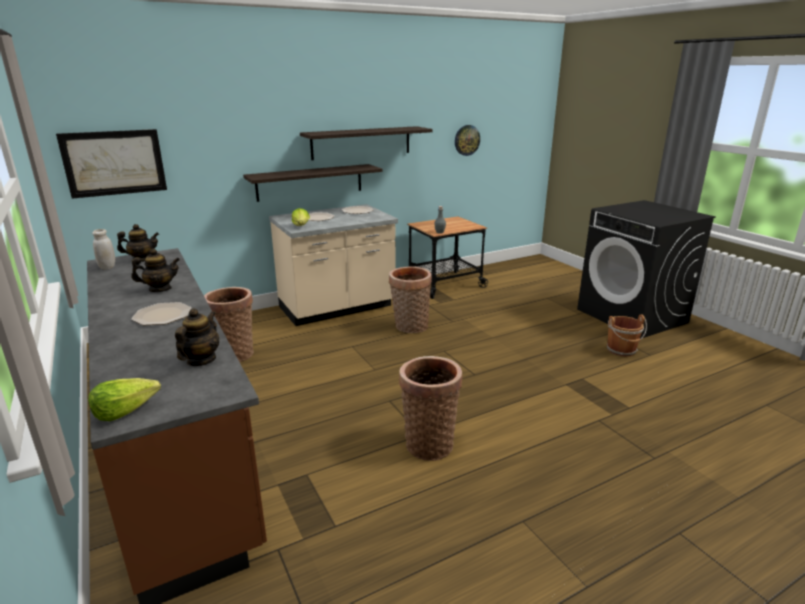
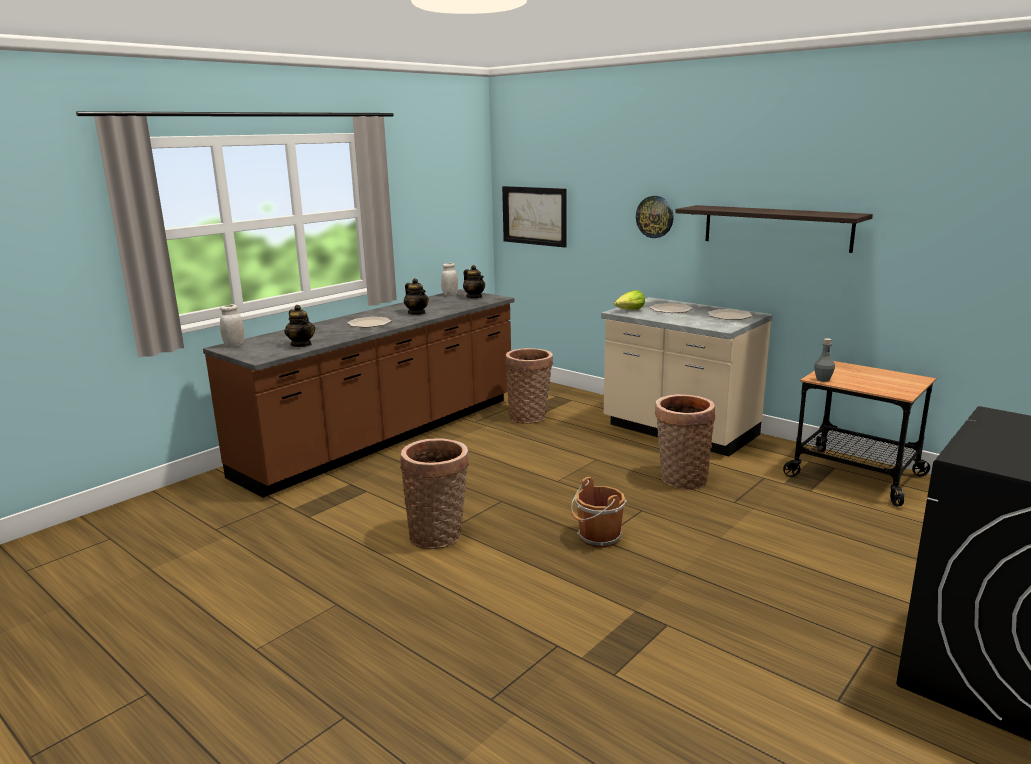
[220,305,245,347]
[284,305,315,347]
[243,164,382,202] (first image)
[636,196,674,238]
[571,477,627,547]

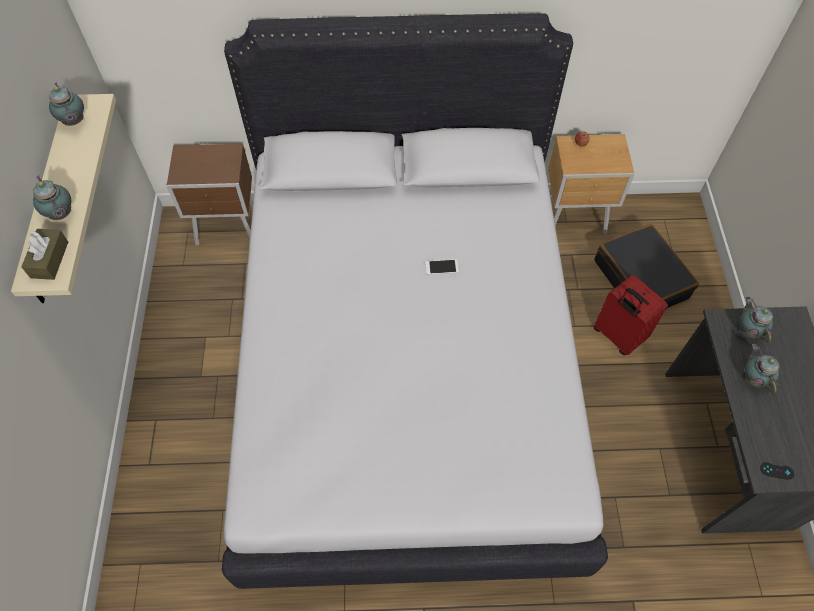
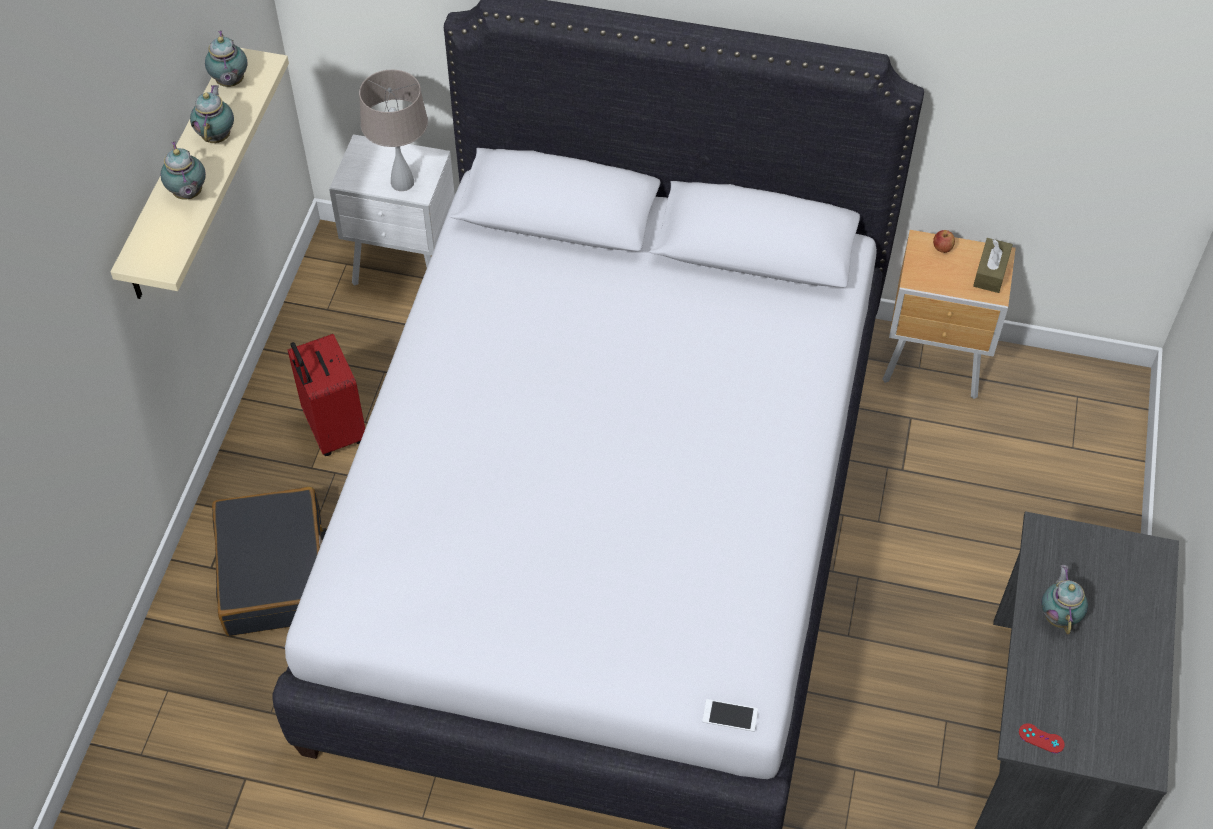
[973,238,1013,293]
[329,134,455,286]
[702,699,758,732]
[212,487,327,636]
[288,334,365,456]
[190,85,234,143]
[1019,723,1065,753]
[359,70,428,191]

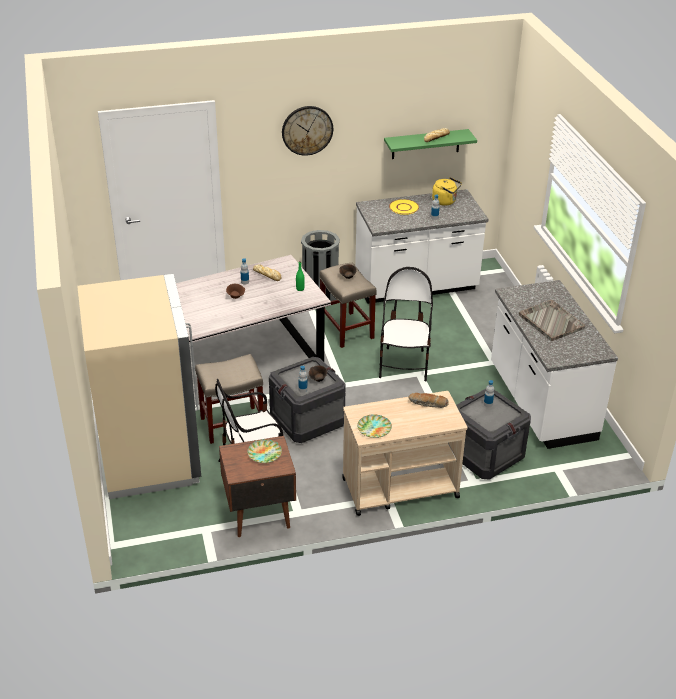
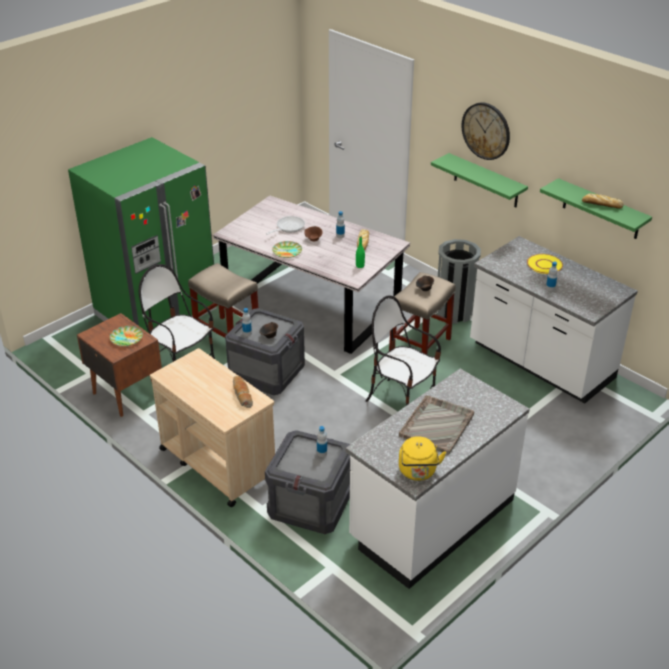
[68,137,216,333]
[272,241,302,258]
[365,295,441,406]
[399,436,446,480]
[266,216,305,235]
[431,153,528,207]

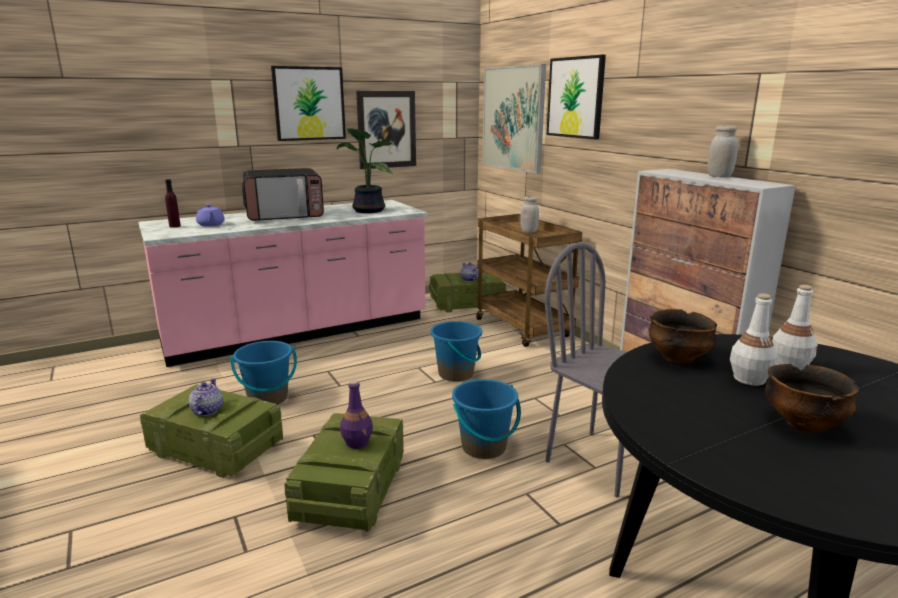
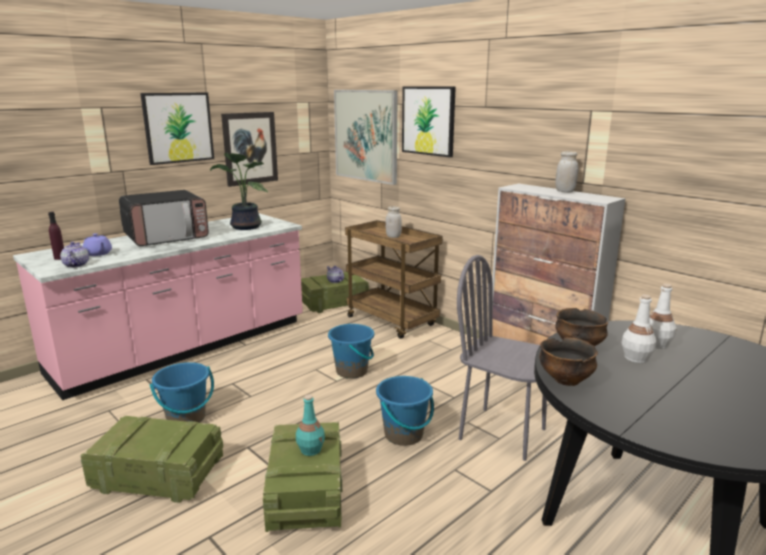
[60,242,89,268]
[296,394,325,456]
[539,337,598,386]

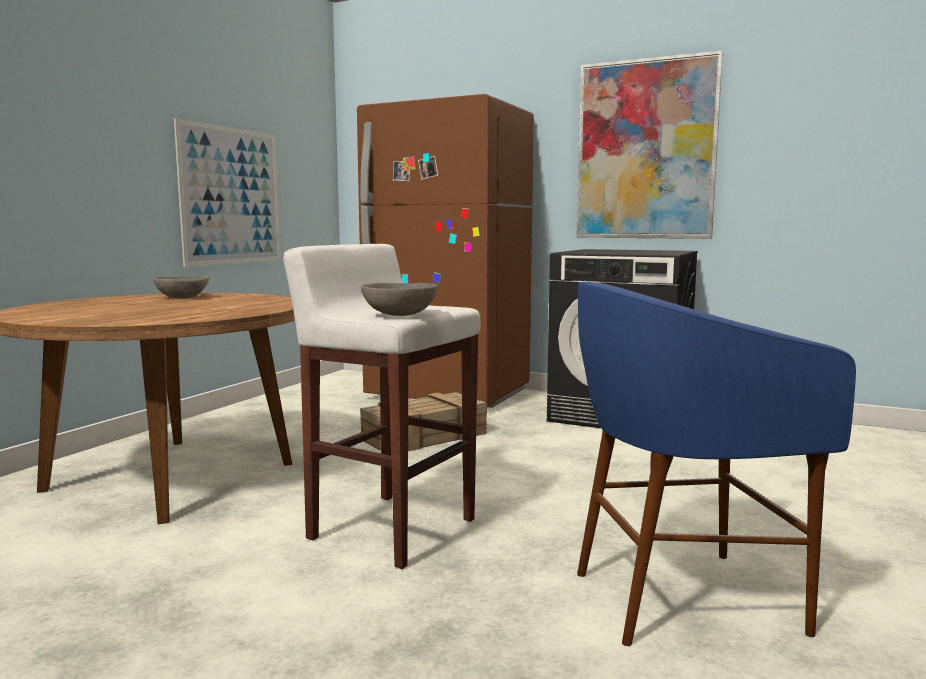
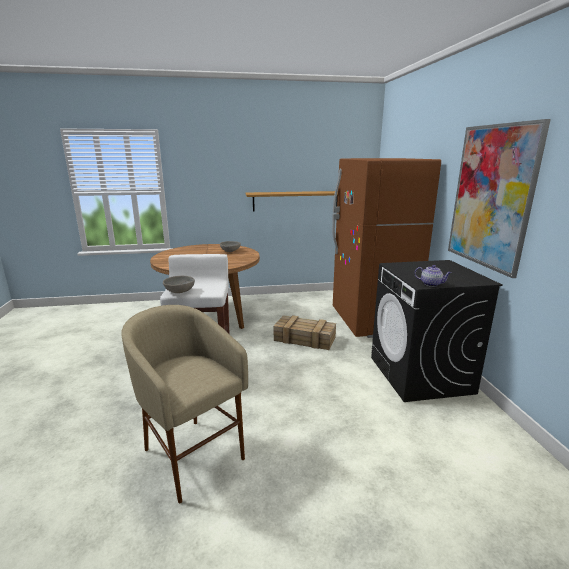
[245,191,338,211]
[122,305,248,503]
[414,265,452,287]

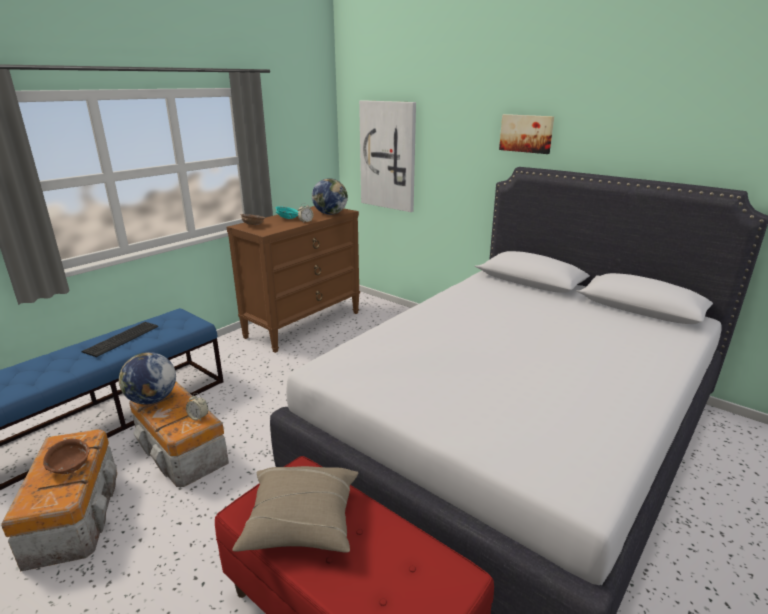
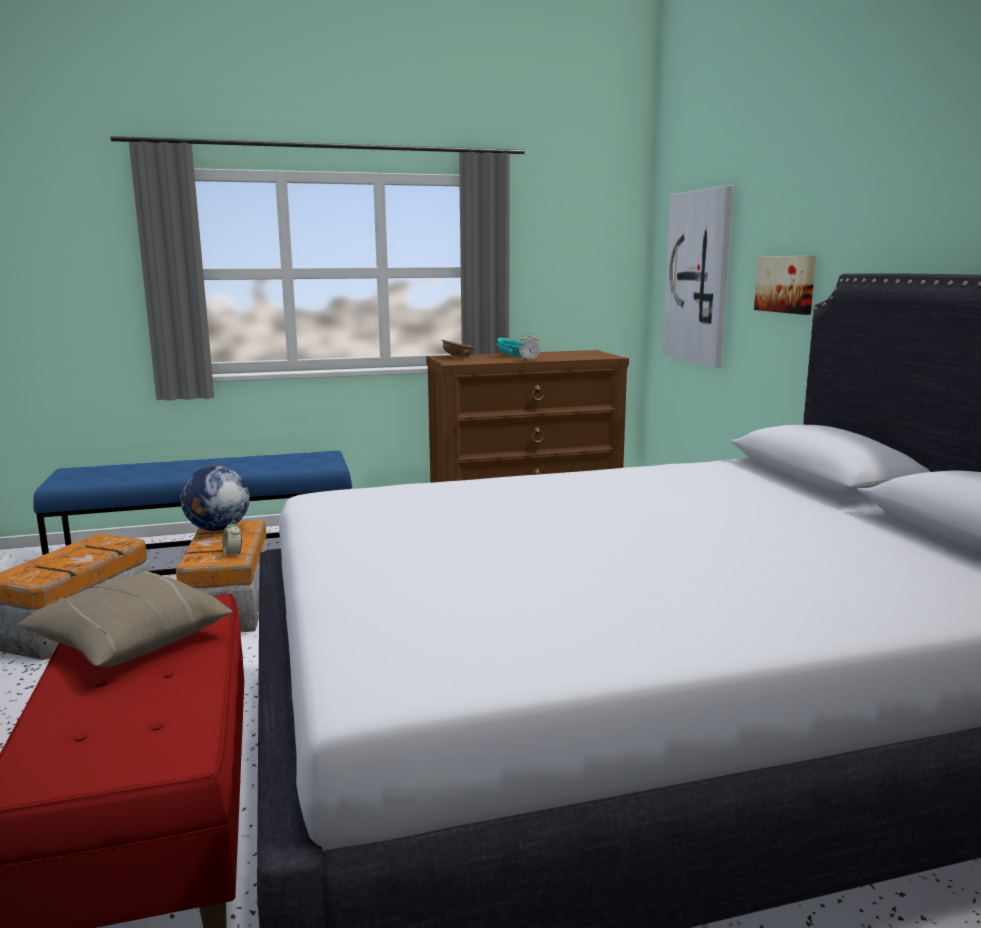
[43,439,89,474] (first image)
[81,322,159,357] (first image)
[312,178,348,215] (first image)
[754,256,816,315]

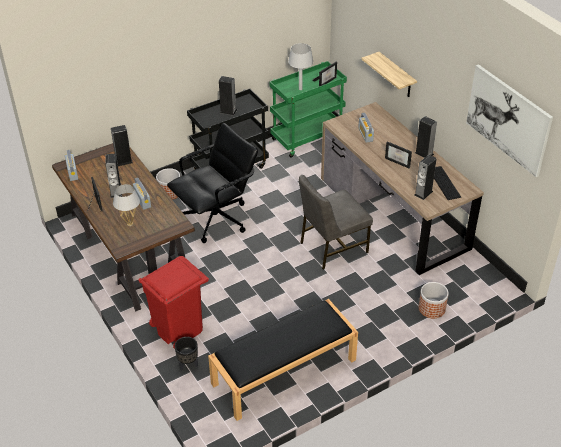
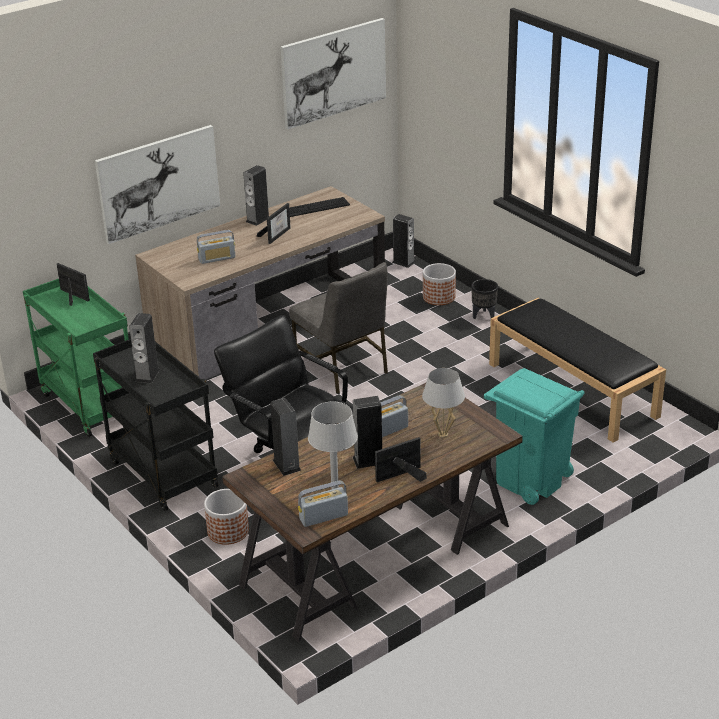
[484,368,585,505]
[471,279,498,319]
[308,402,358,489]
[95,125,220,244]
[392,214,416,268]

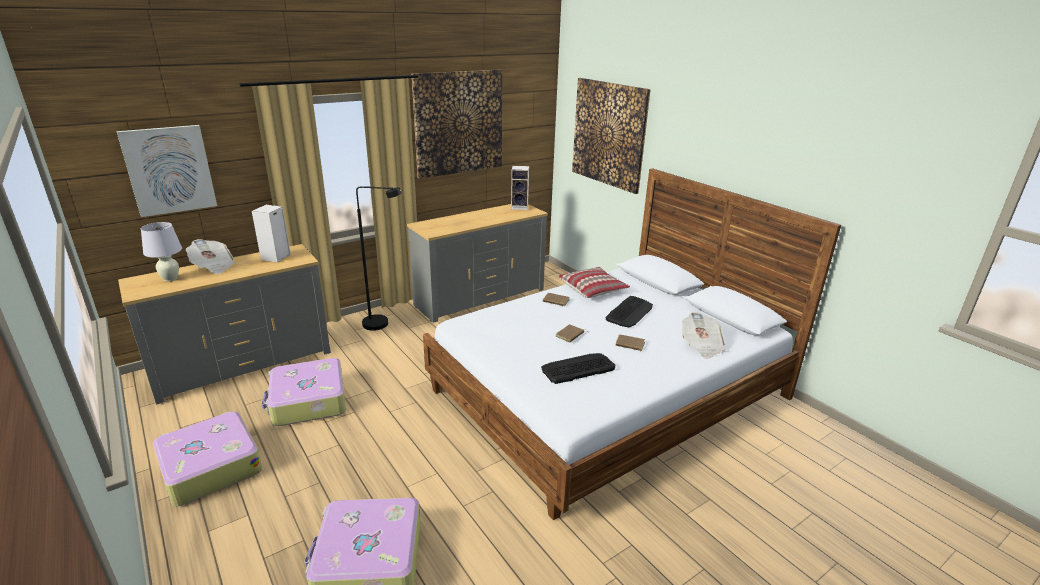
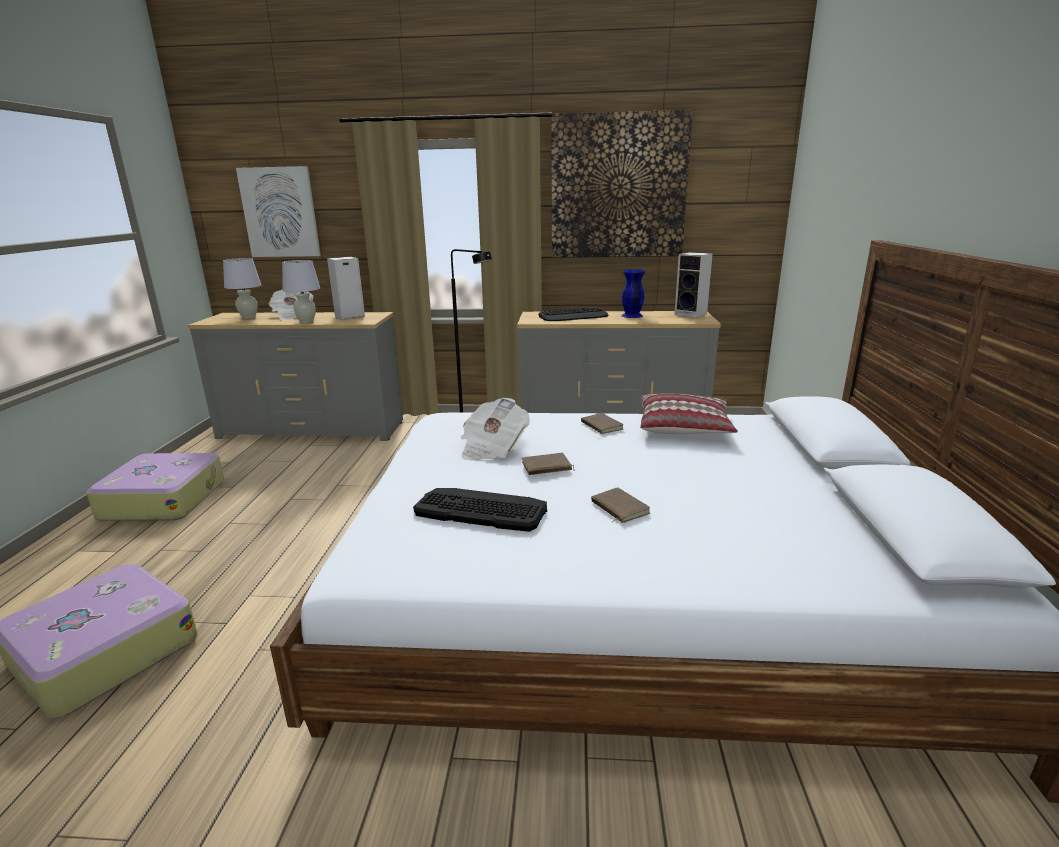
[261,358,346,426] (first image)
[572,78,651,194] (first image)
[538,307,608,321]
[461,398,530,461]
[282,260,320,323]
[621,269,645,318]

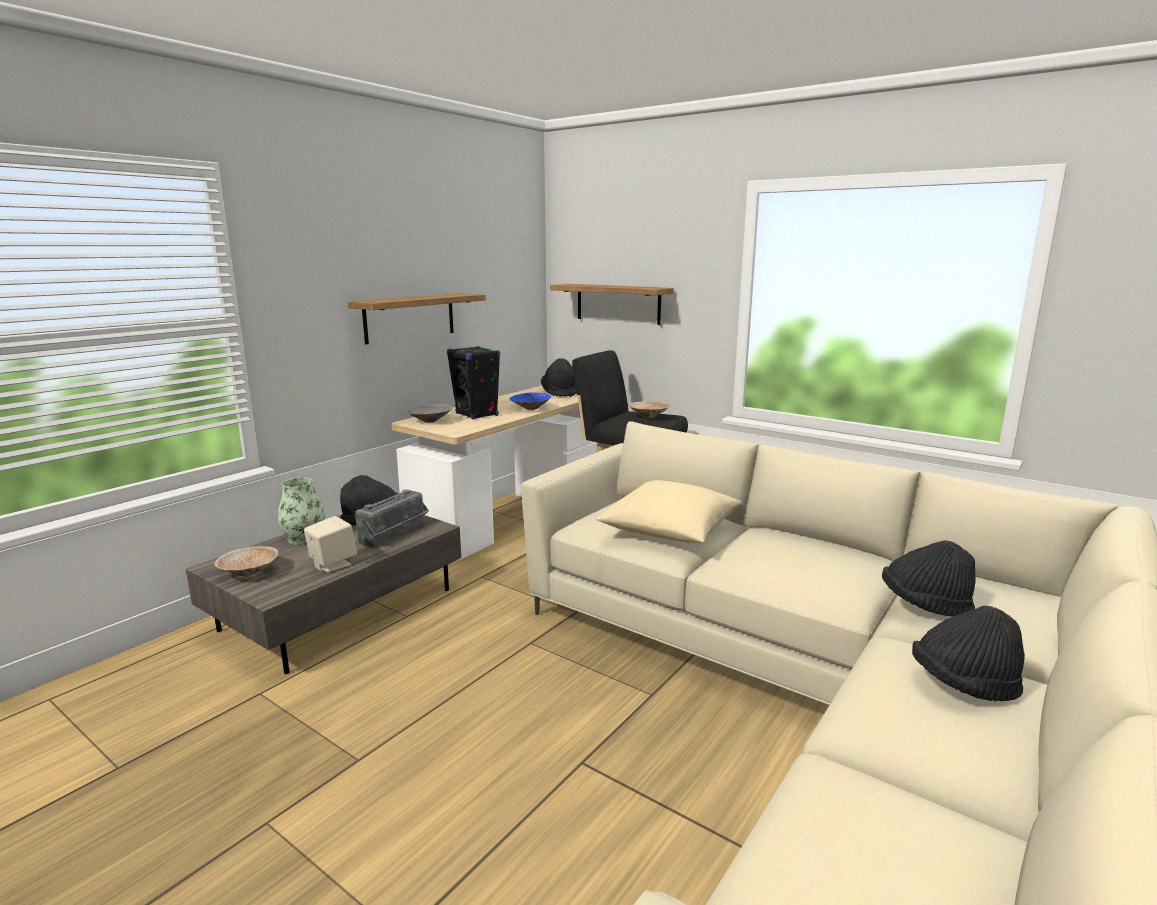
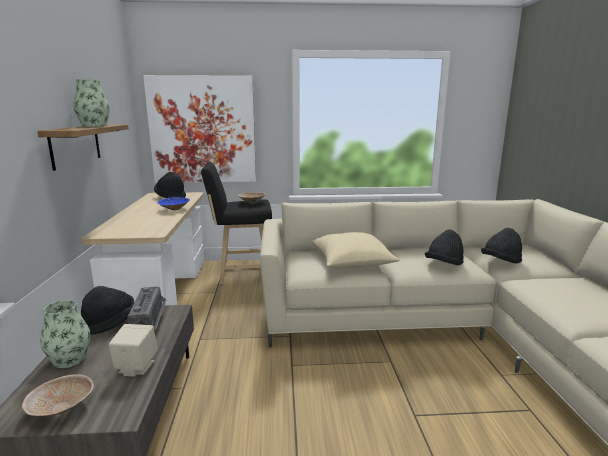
[406,404,452,423] (first image)
[447,346,500,420] (first image)
[143,75,256,183]
[425,230,464,265]
[73,79,110,127]

